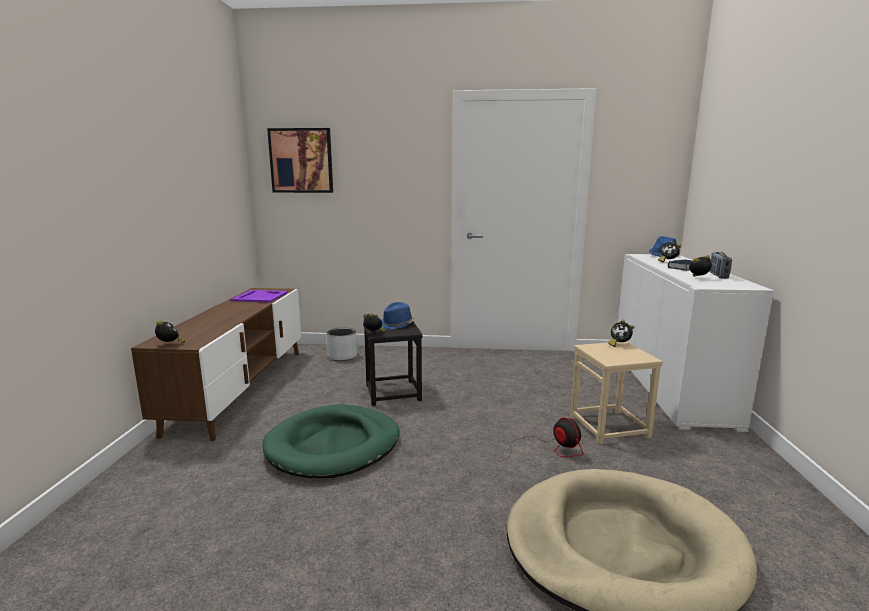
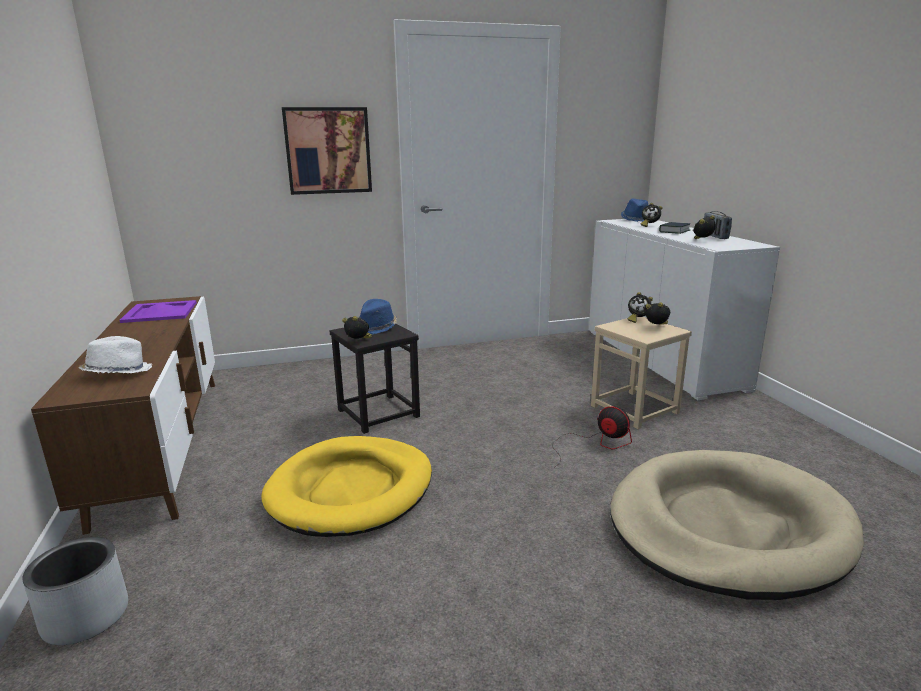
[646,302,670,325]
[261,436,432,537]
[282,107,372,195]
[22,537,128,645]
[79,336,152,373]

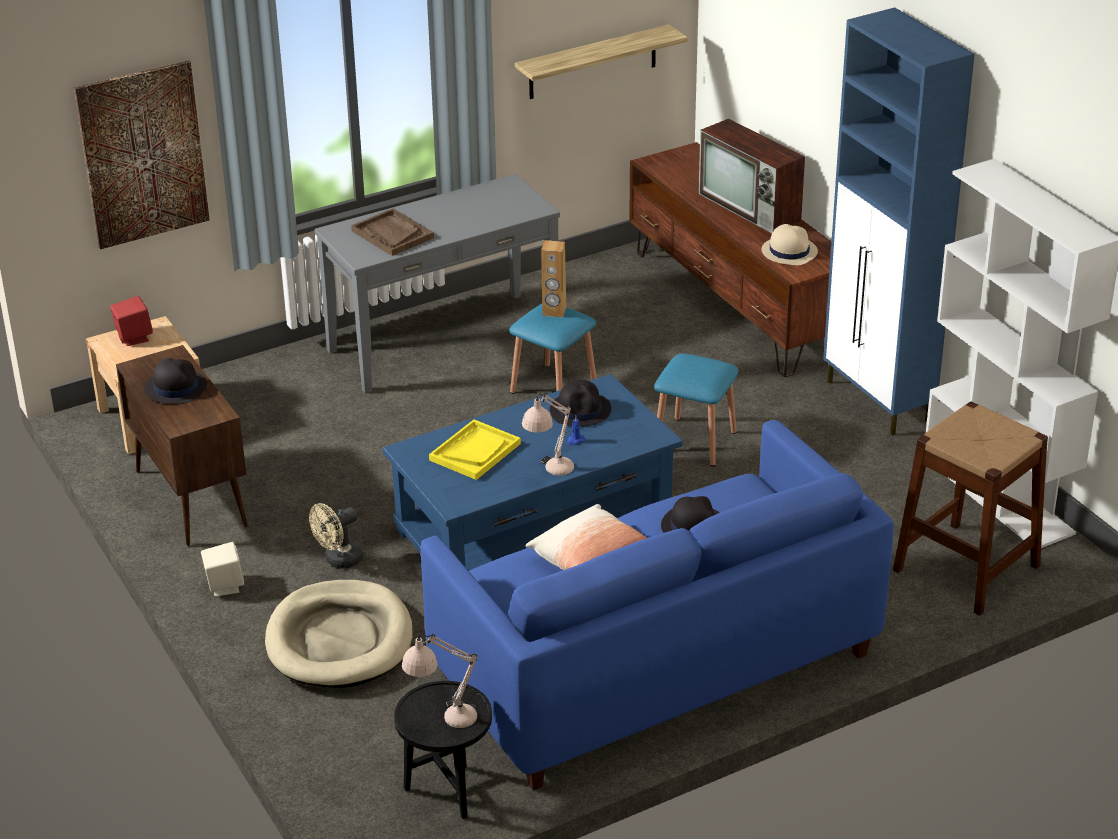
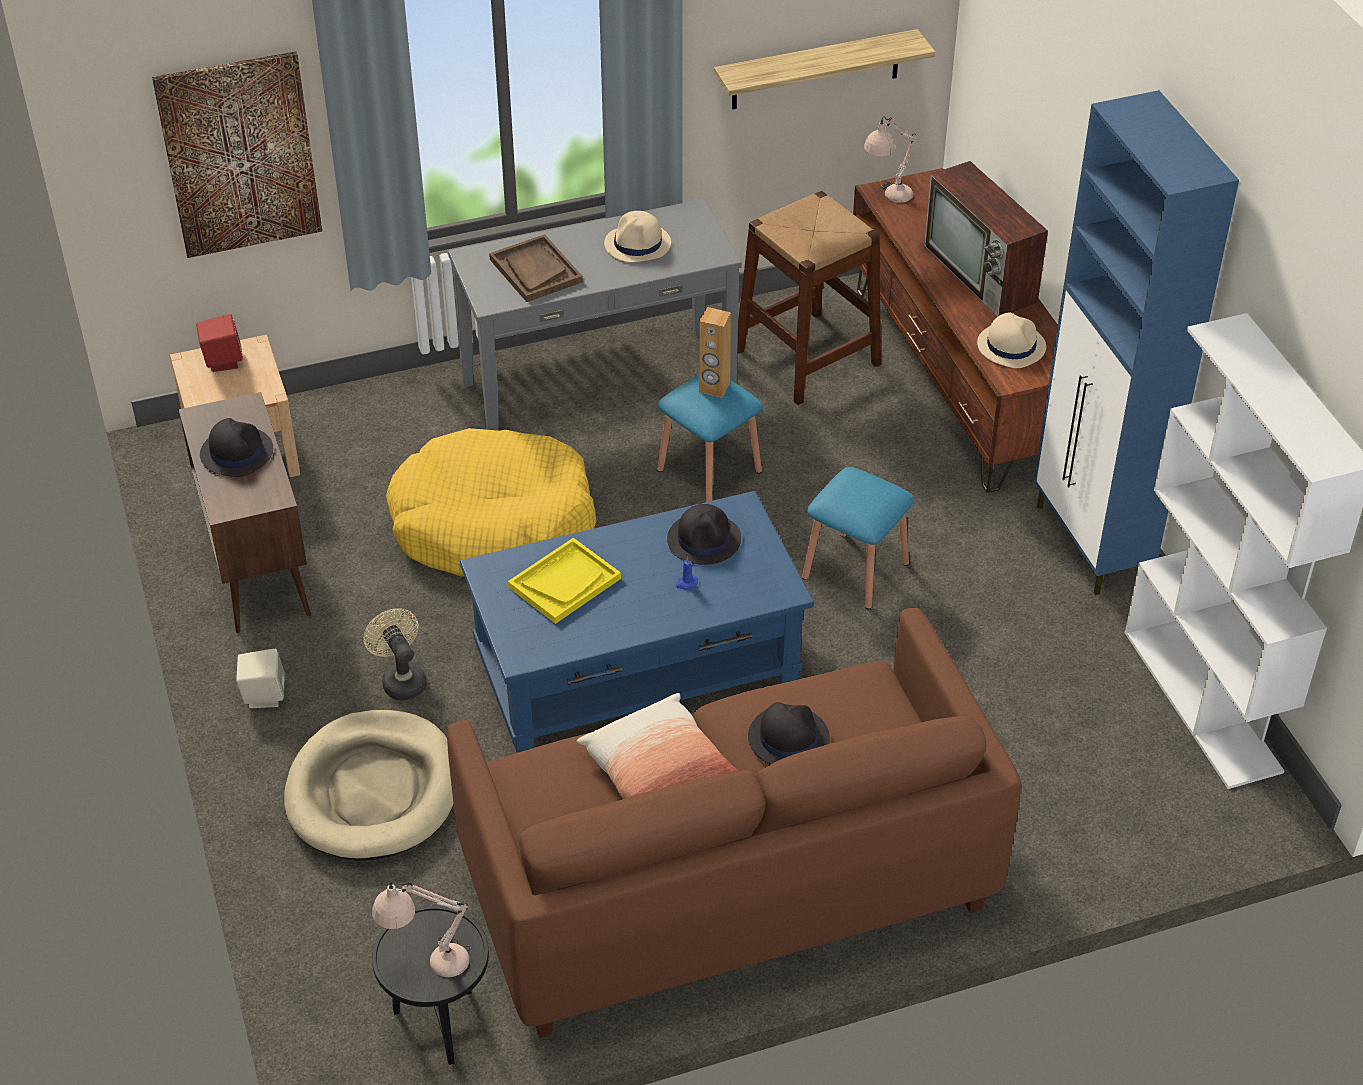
[364,608,427,700]
[447,608,1021,1038]
[864,117,916,203]
[737,191,881,405]
[386,428,596,576]
[604,211,671,262]

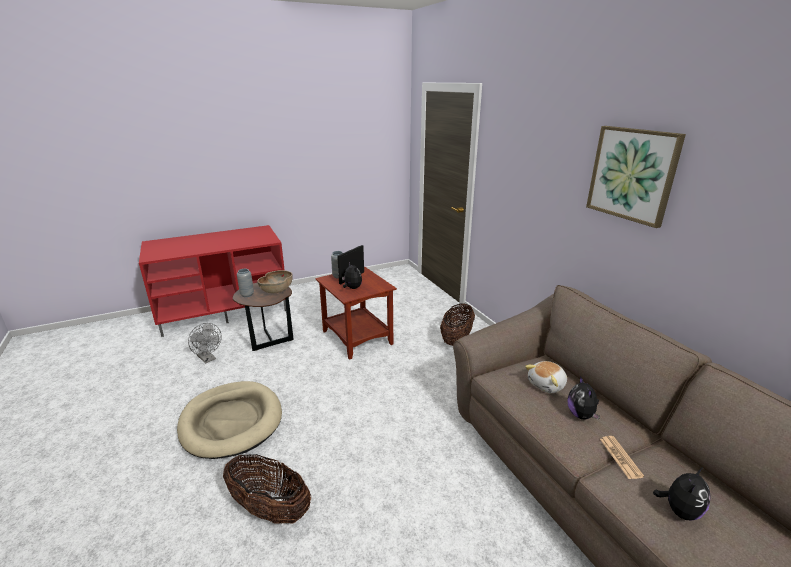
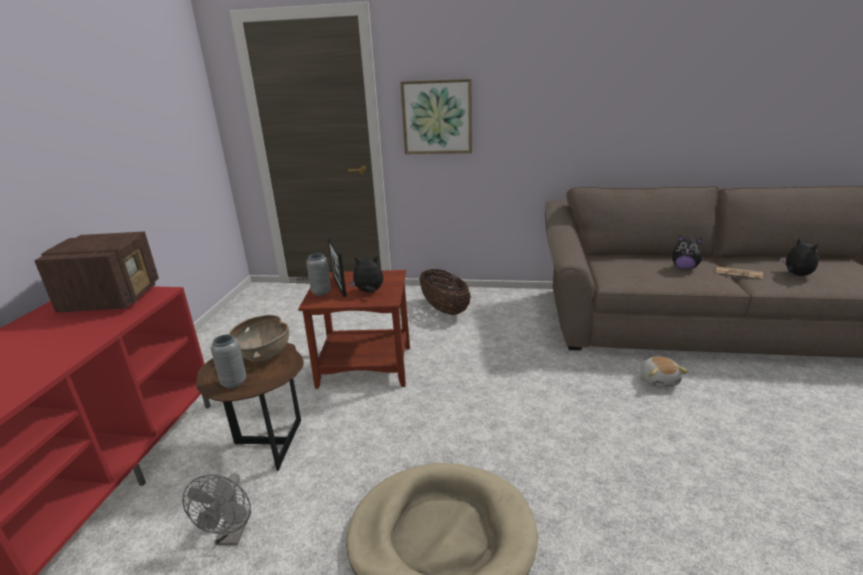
[182,473,251,545]
[223,454,311,524] (first image)
[640,356,688,388]
[400,79,472,154]
[34,231,159,313]

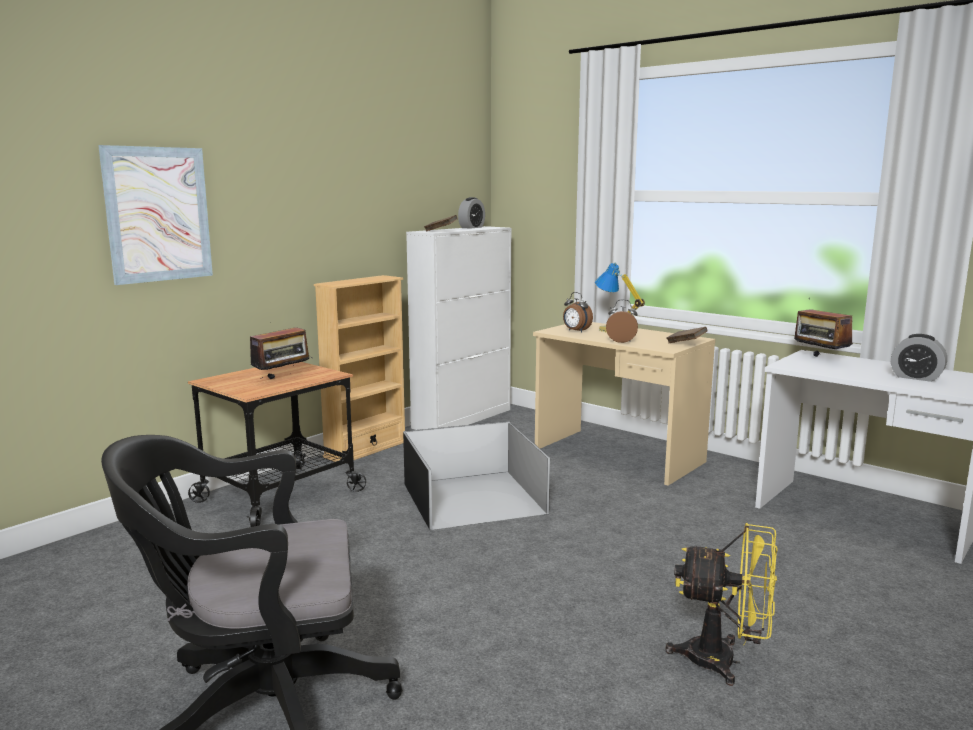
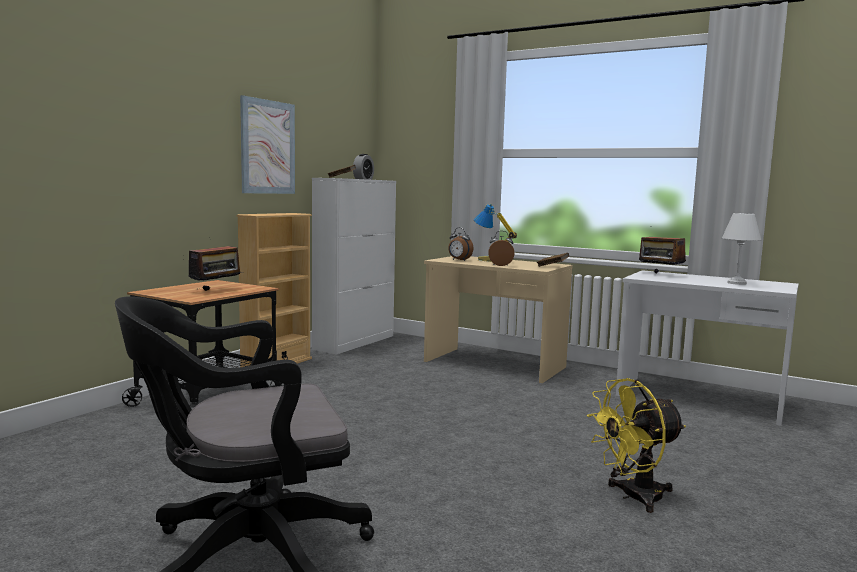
[240,95,295,194]
[403,421,550,530] (first image)
[587,378,686,513]
[722,213,761,285]

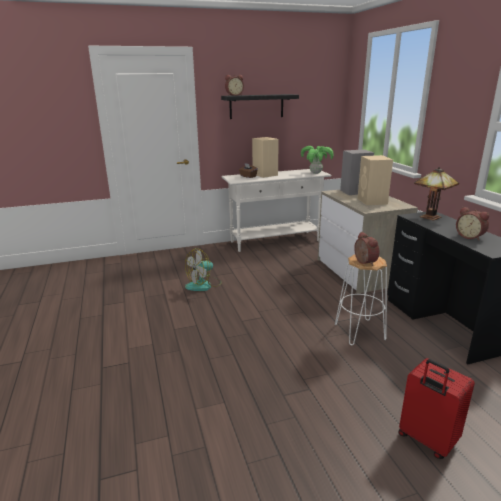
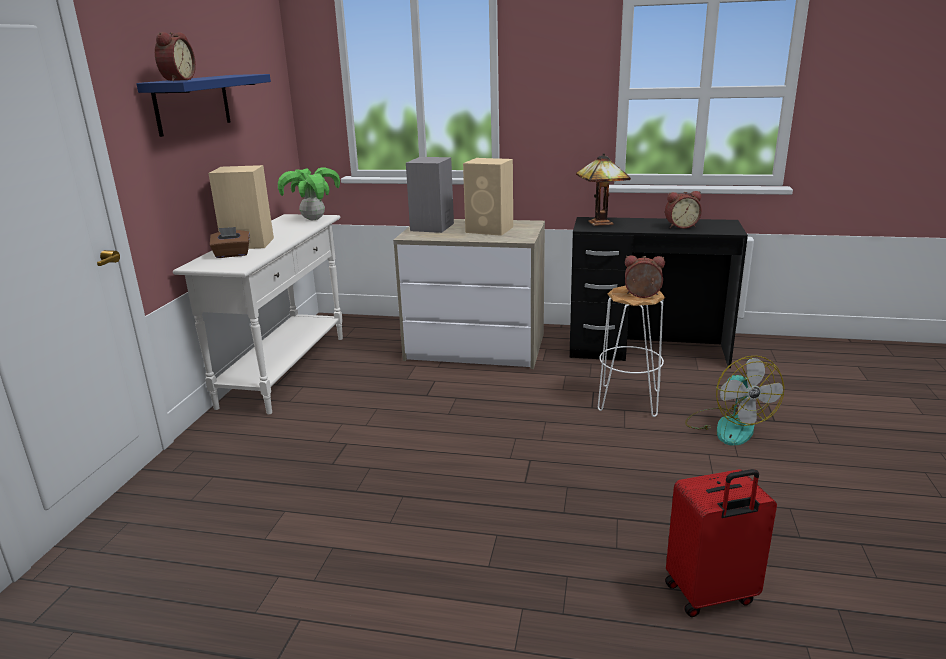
[685,356,784,446]
[136,74,271,137]
[665,469,777,617]

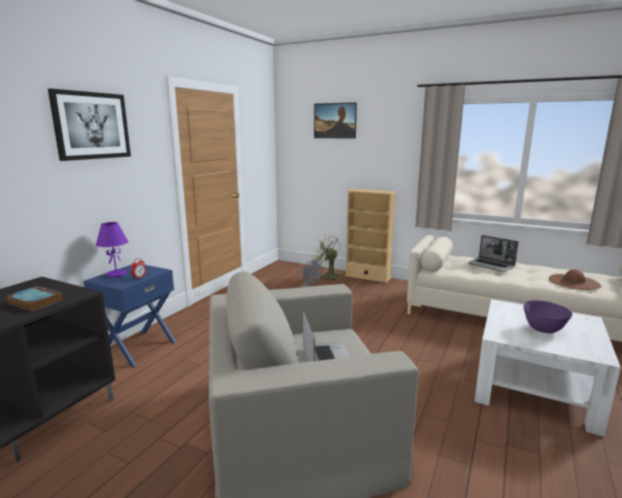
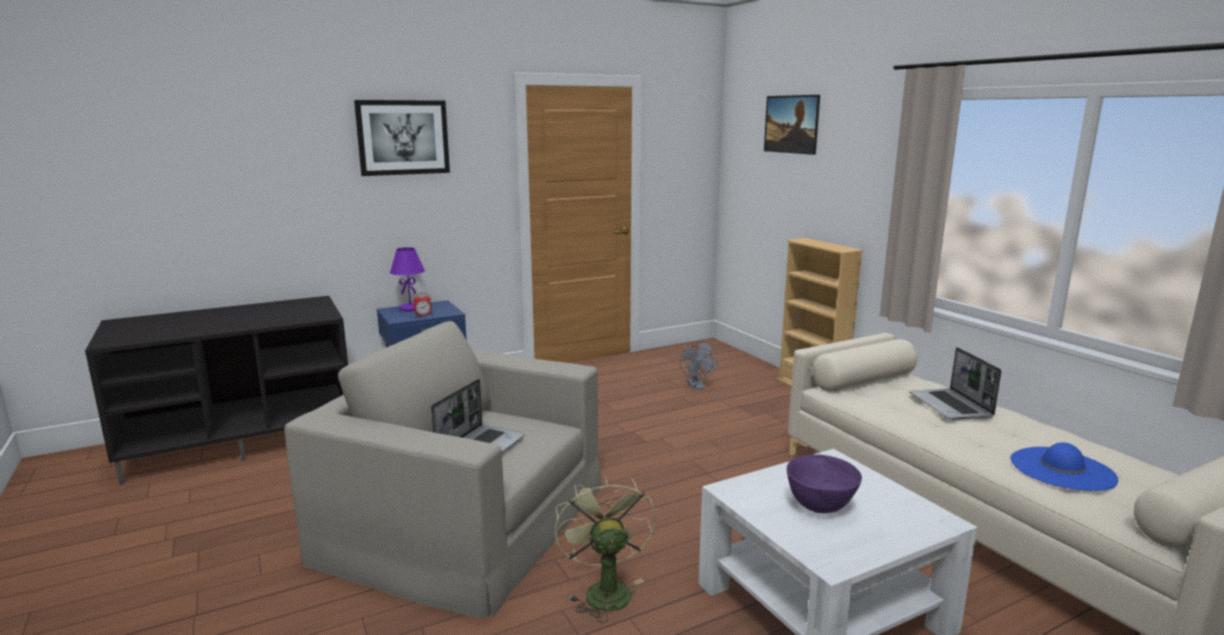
[7,286,63,312] (first image)
[555,474,656,622]
[1011,442,1118,491]

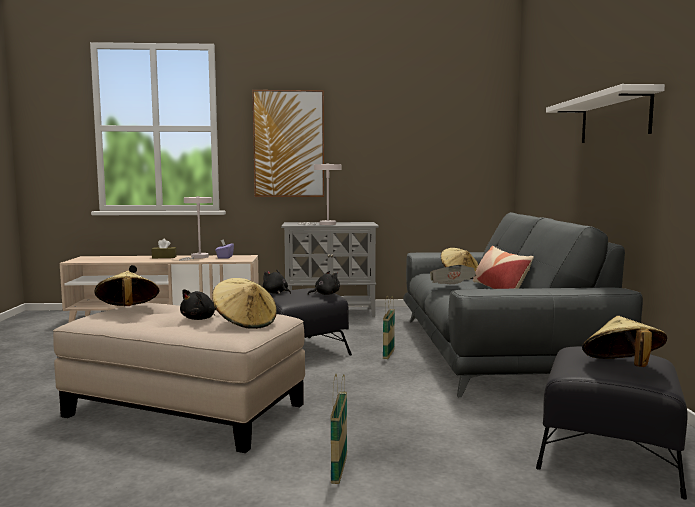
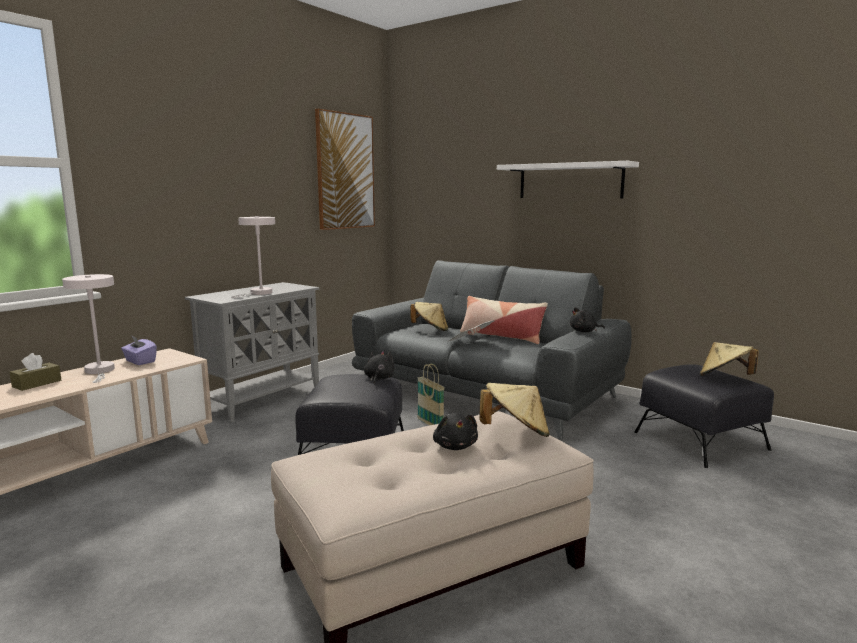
[94,271,160,306] (first image)
[315,109,375,230]
[570,307,605,332]
[330,374,347,484] (first image)

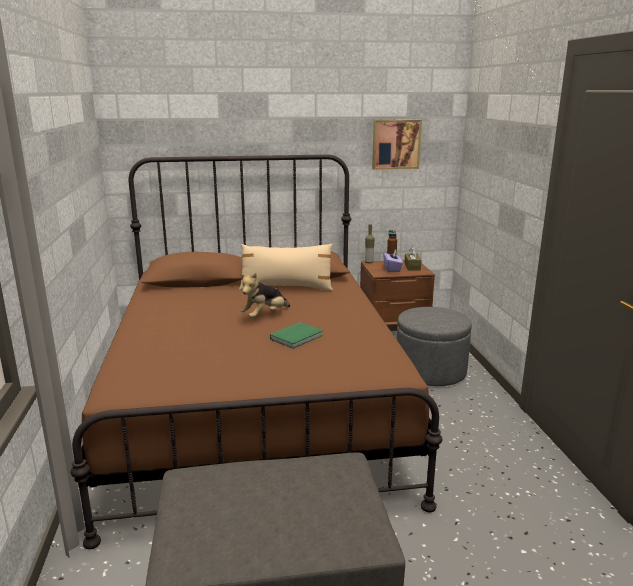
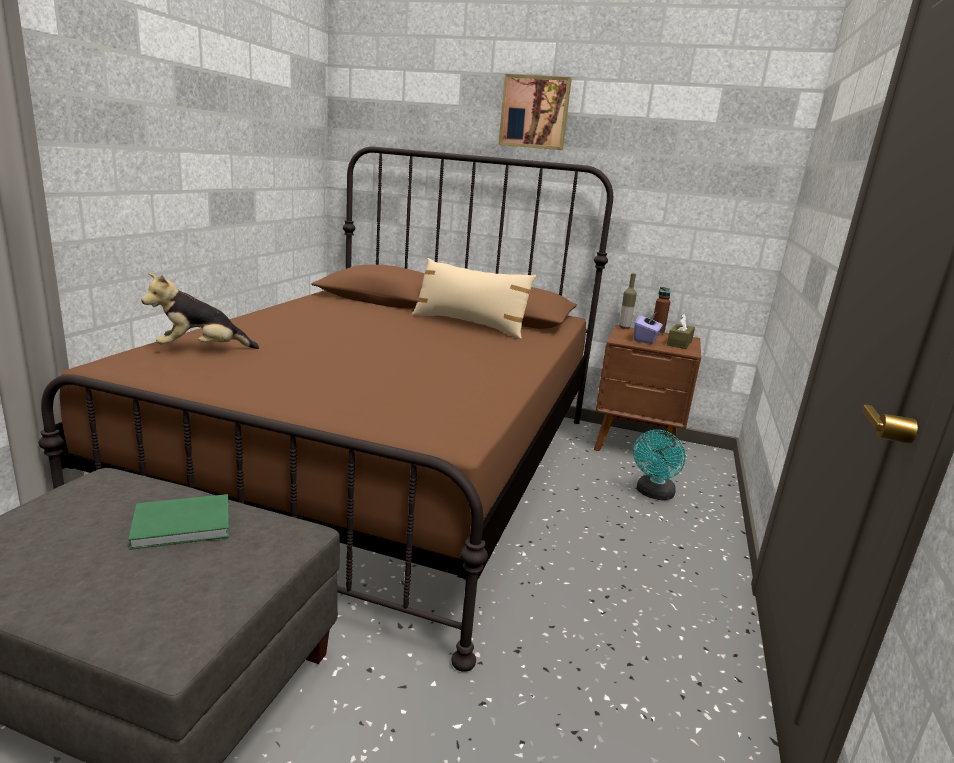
[141,273,259,349]
[128,494,229,550]
[498,74,572,150]
[633,430,686,500]

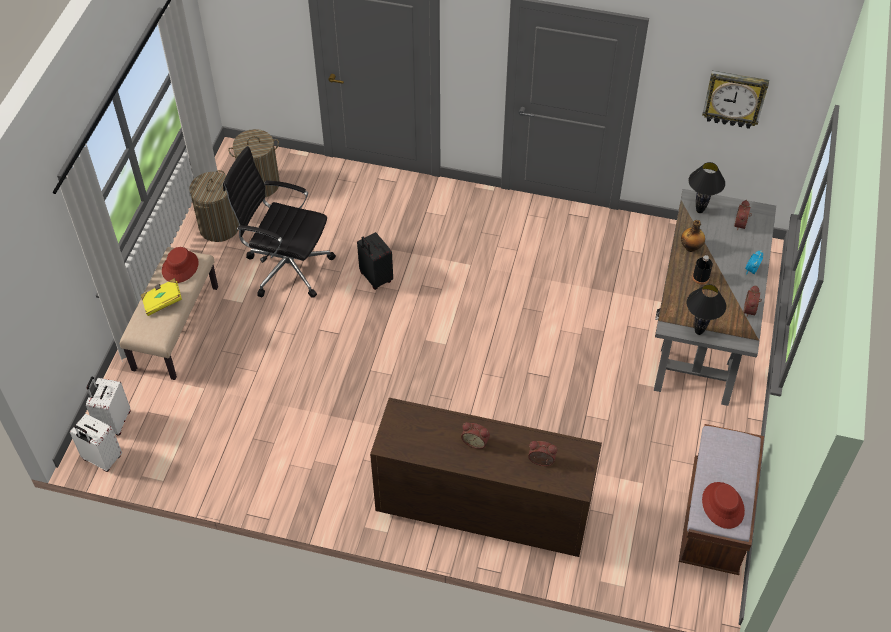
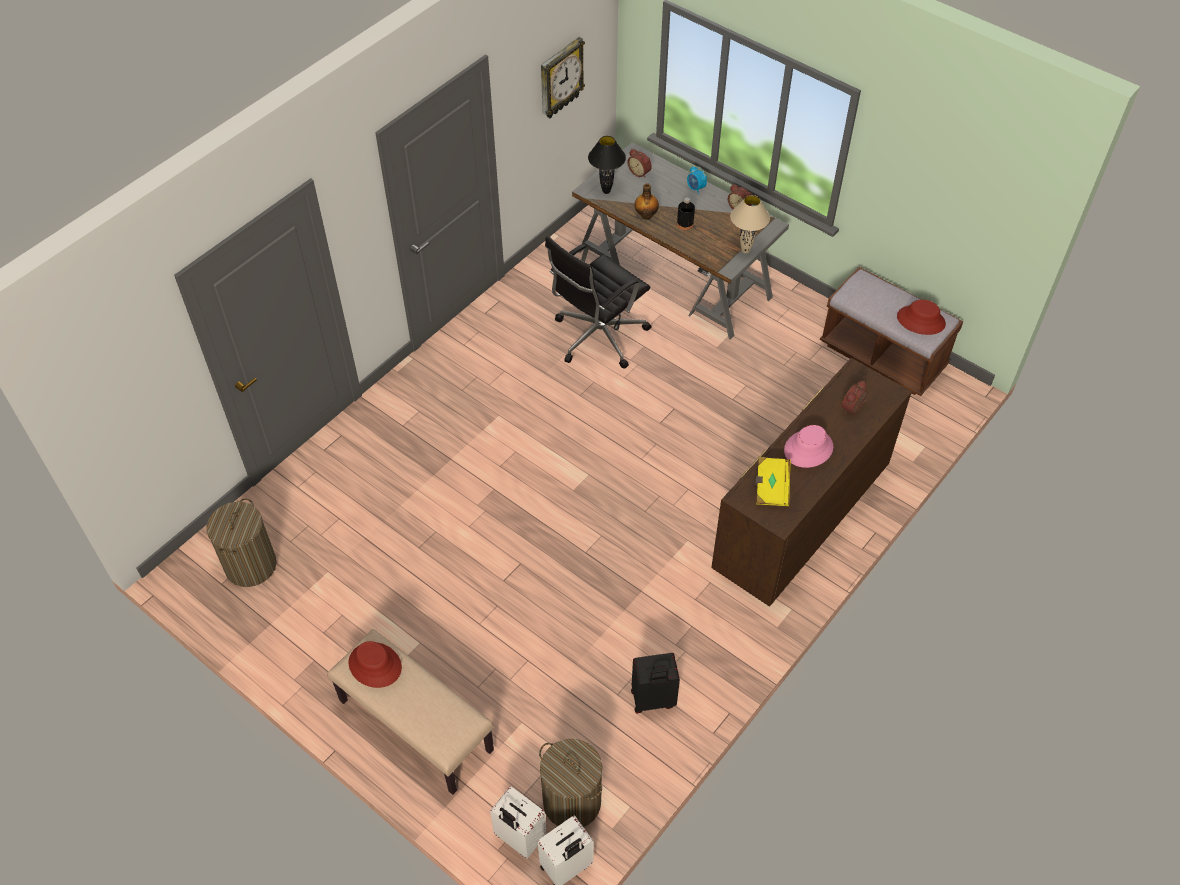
[754,457,791,506]
[539,739,602,827]
[545,236,651,368]
[631,653,680,713]
[784,425,833,468]
[730,195,770,253]

